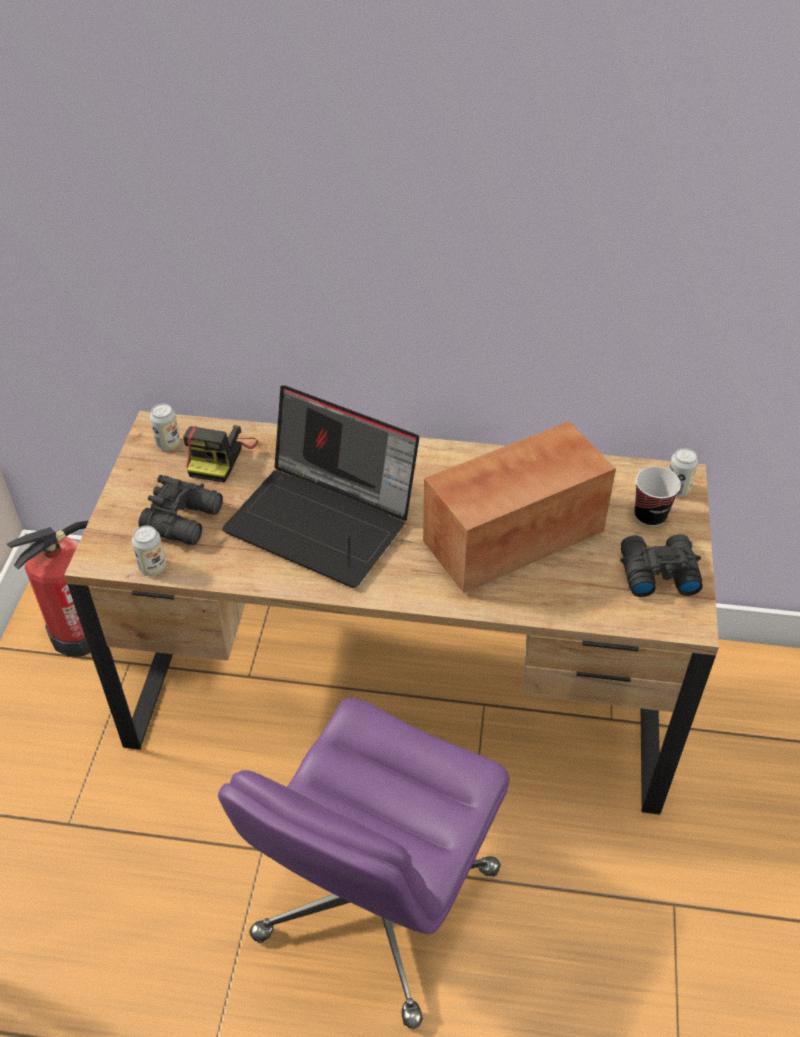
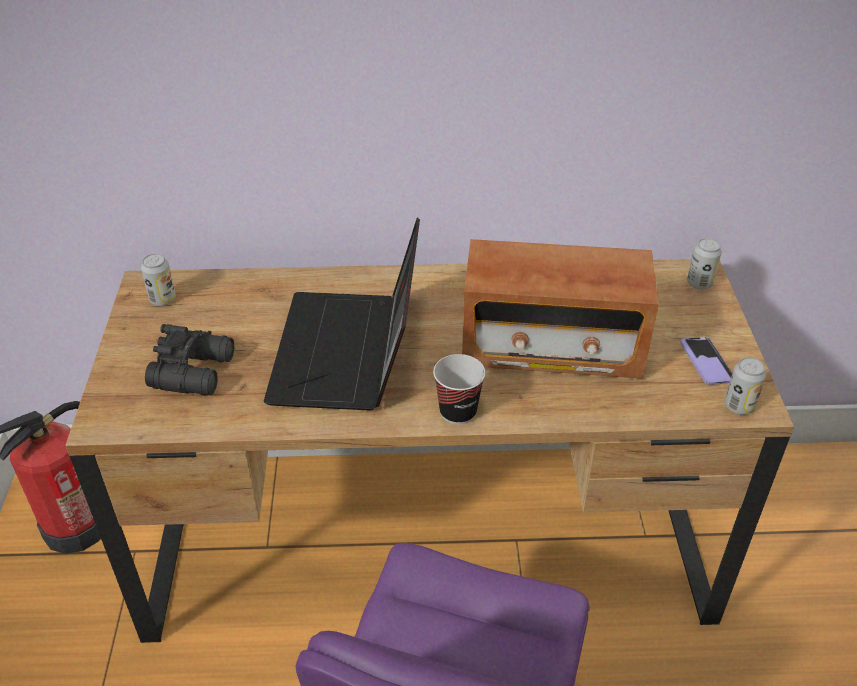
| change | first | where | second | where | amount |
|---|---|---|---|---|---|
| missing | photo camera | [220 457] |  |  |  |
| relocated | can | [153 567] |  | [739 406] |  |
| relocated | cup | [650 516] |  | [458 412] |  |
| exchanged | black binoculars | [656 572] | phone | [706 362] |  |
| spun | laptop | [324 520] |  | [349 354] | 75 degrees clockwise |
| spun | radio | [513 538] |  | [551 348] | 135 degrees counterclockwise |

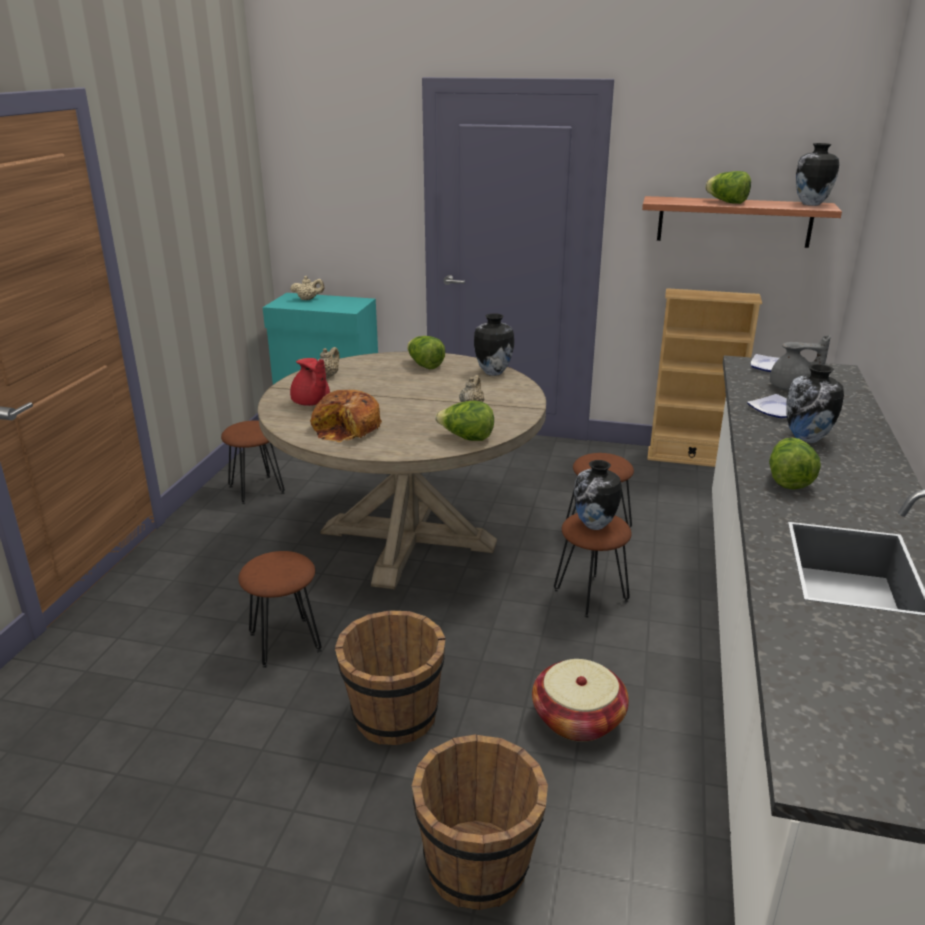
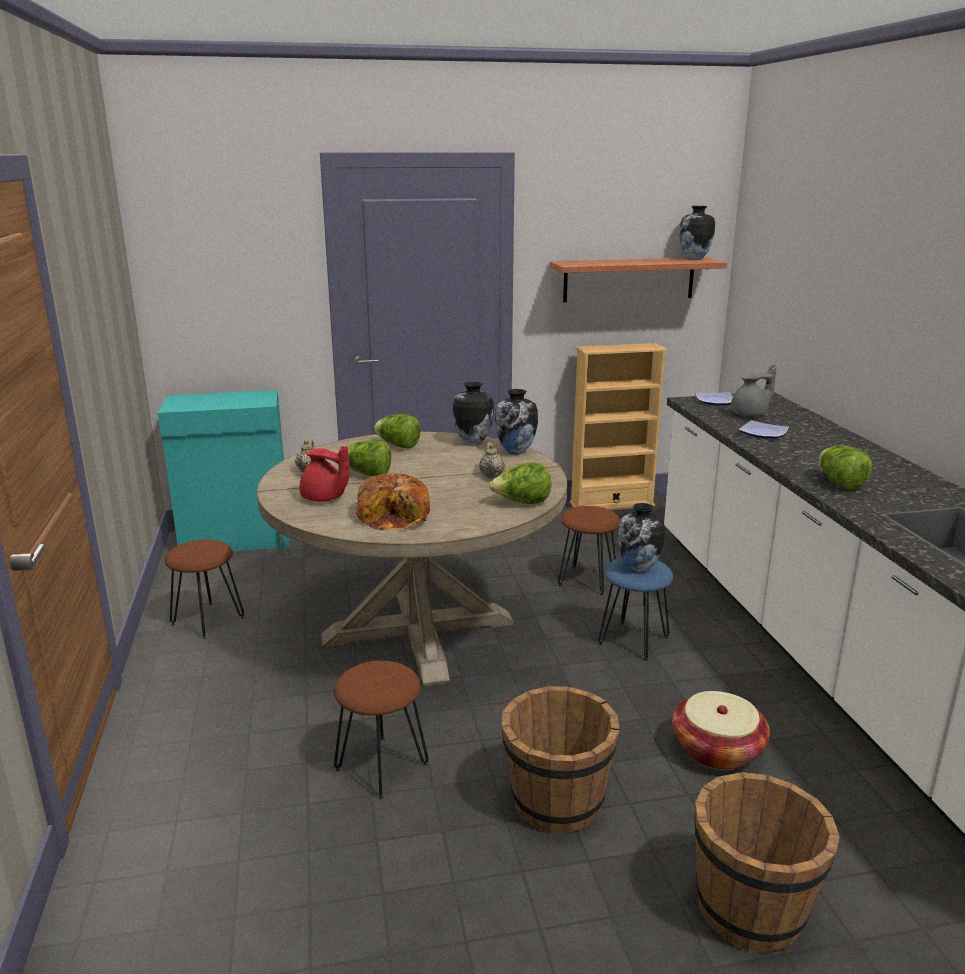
| change | first | where | second | where | amount |
|---|---|---|---|---|---|
| missing | beige teapot | [308 299] |  |  |  |
| relocated | lettuce | [727 202] |  | [367 474] |  |
| relocated | vase | [806 439] |  | [516 451] |  |
| colour | brown stool | [591 596] | blue stool | [634 641] |  |

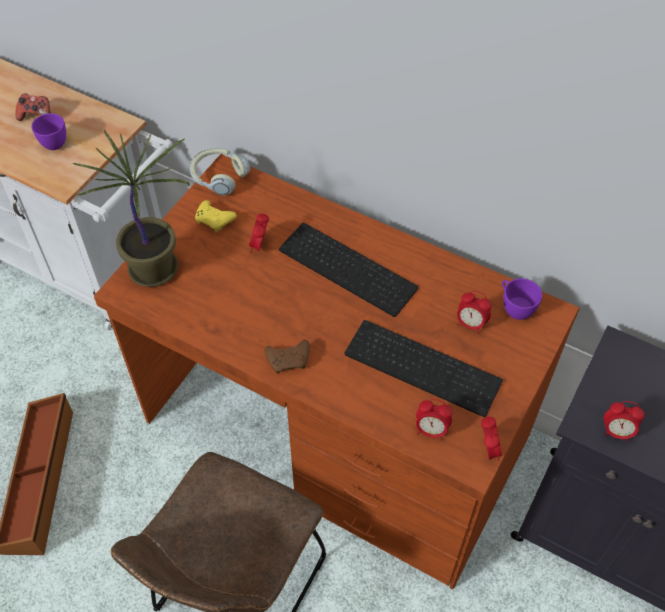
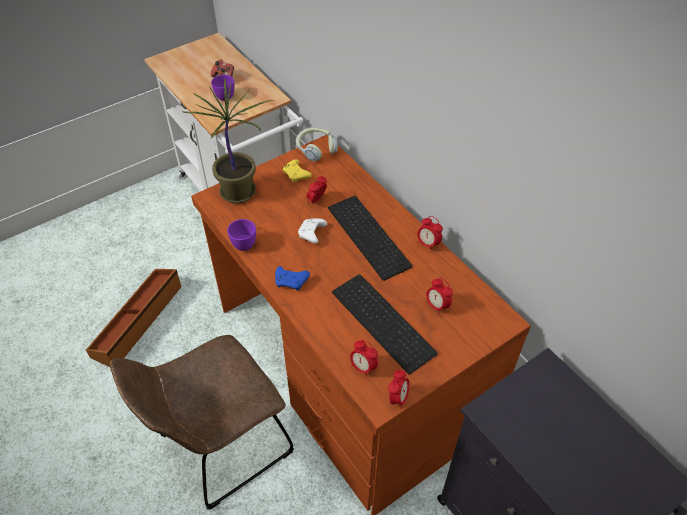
| change | first | where | second | where | amount |
|---|---|---|---|---|---|
| appeared |  |  | white game controller | [312 234] |  |
| relocated | purple cup | [514 308] |  | [244 242] |  |
| relocated | alarm clock | [616 432] |  | [428 244] |  |
| colour | brown game controller | [289 360] | blue game controller | [291 281] |  |

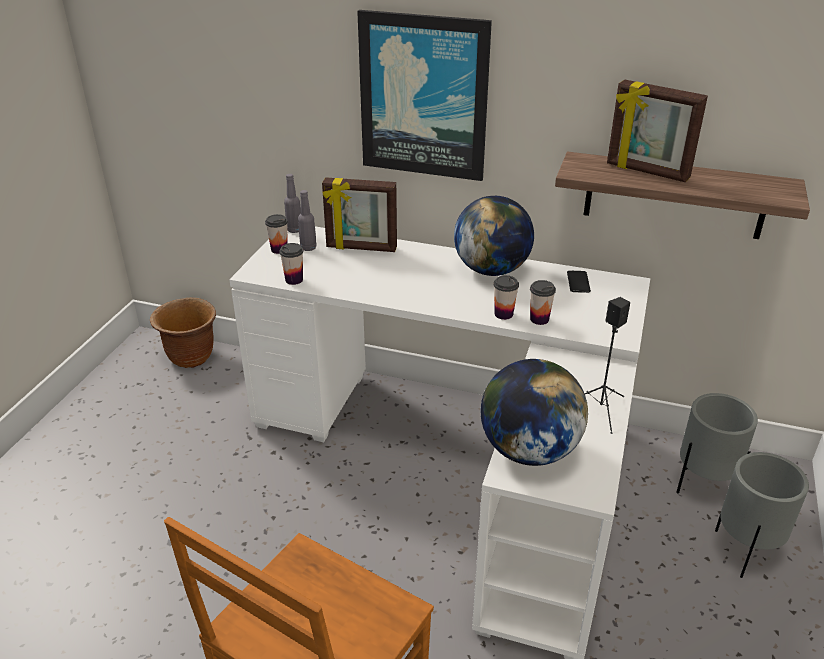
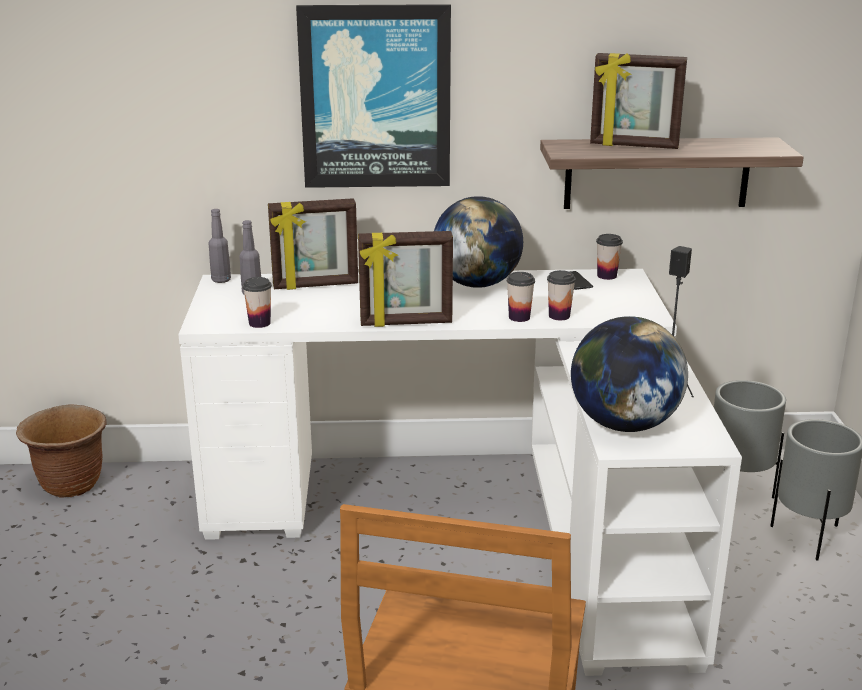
| change | first | where | second | where | amount |
|---|---|---|---|---|---|
| appeared |  |  | picture frame | [406 323] |  |
| relocated | cup | [279 249] |  | [607 276] |  |

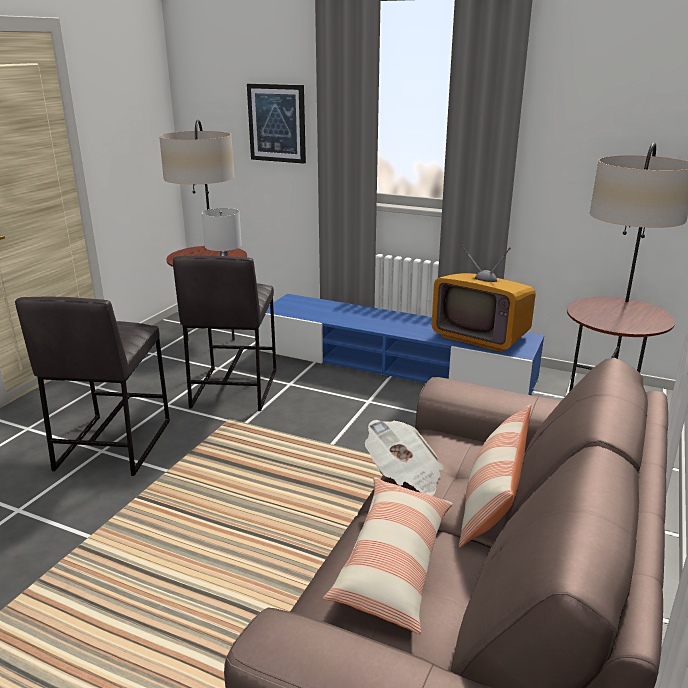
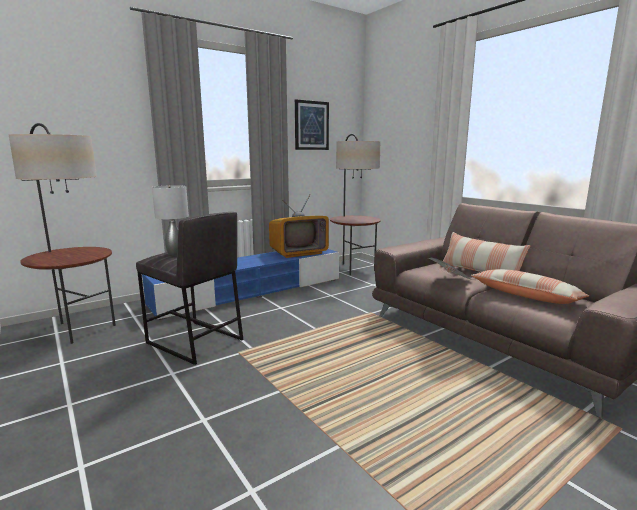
| change | first | where | second | where | amount |
|---|---|---|---|---|---|
| missing | grey stool | [112 445] |  |  |  |
| relocated | picture | [277 123] |  | [311 125] |  |

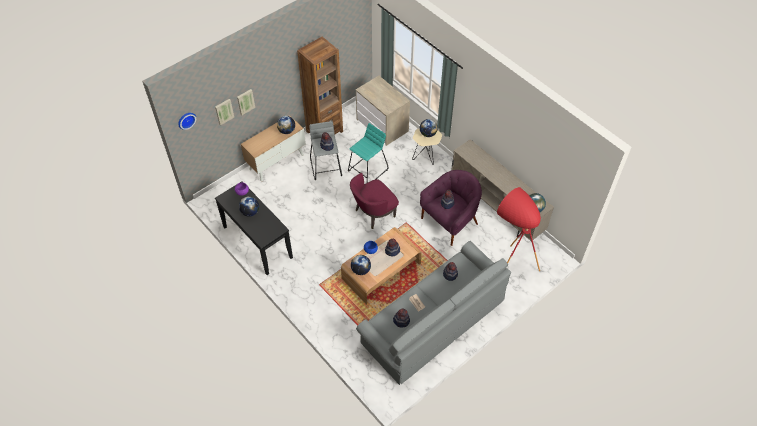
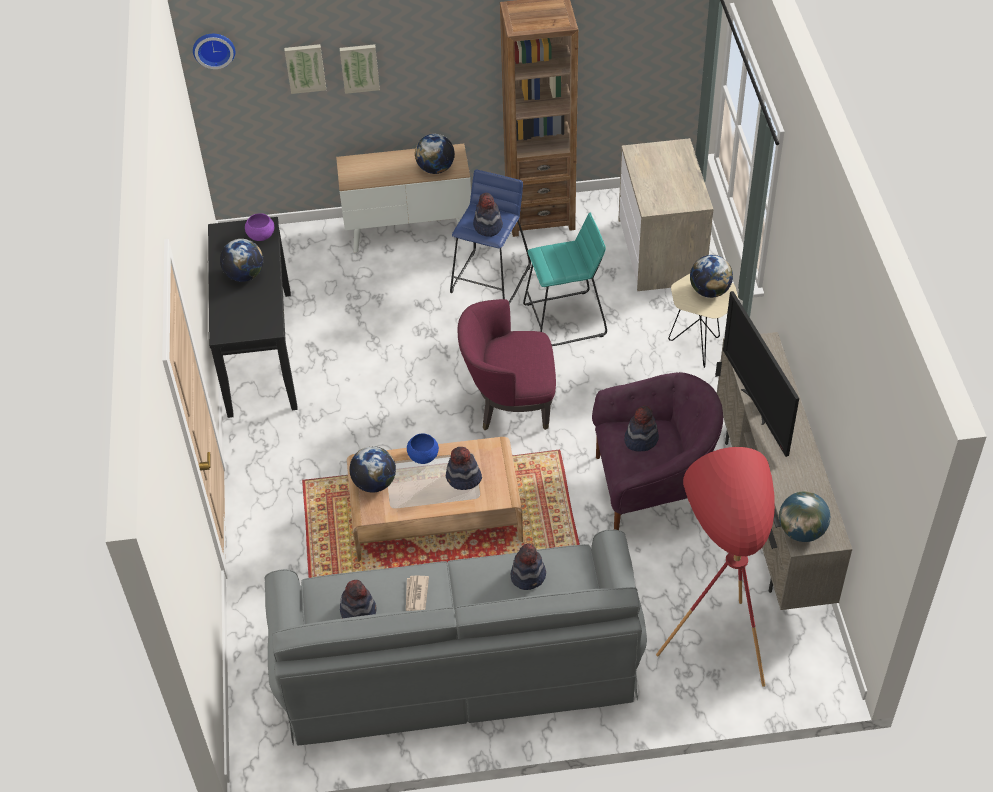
| change | first | where | second | where | amount |
|---|---|---|---|---|---|
| appeared |  |  | television | [756 406] |  |
| colour | grey stool | [326 167] | blue stool | [490 279] |  |

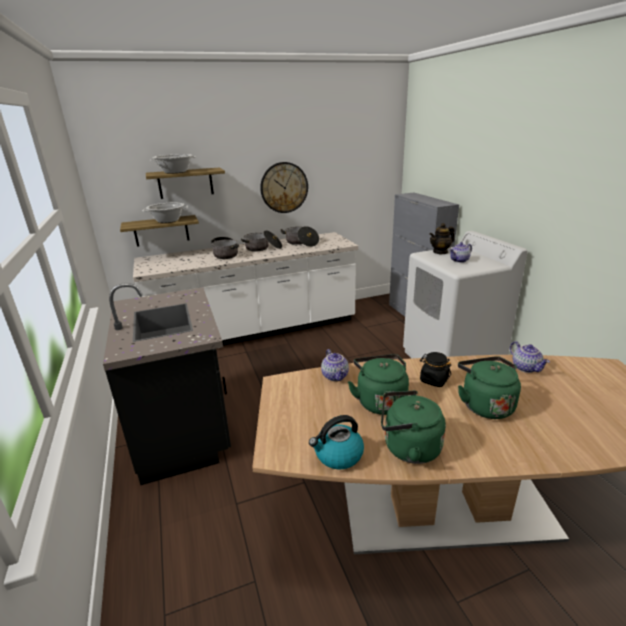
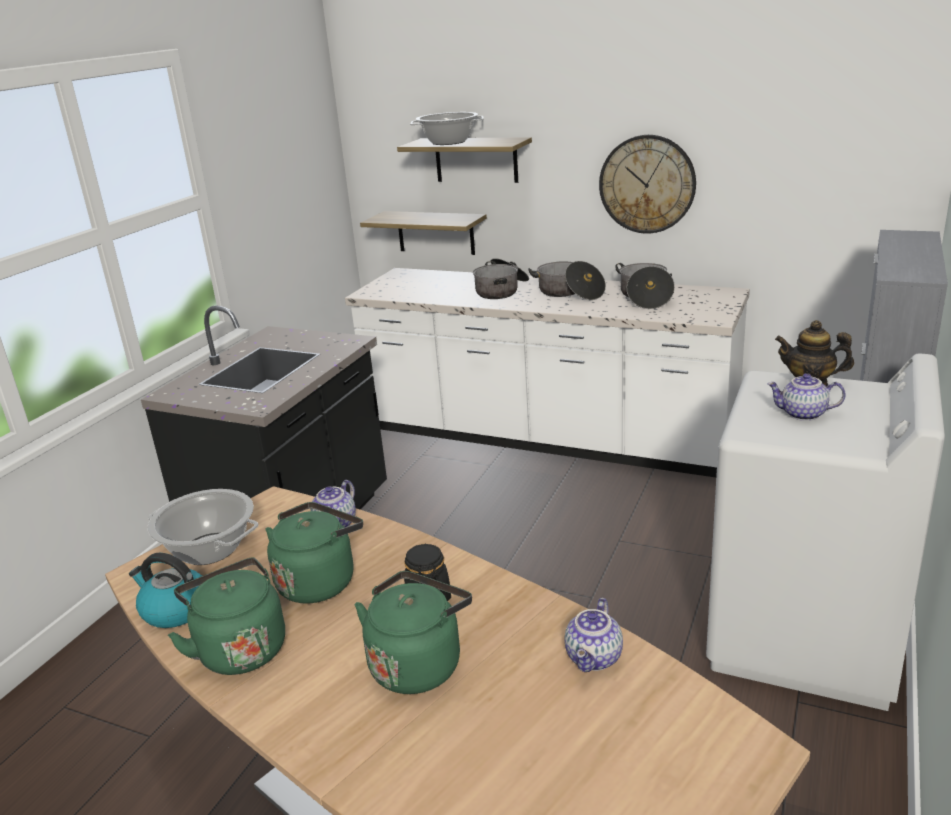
| change | first | where | second | where | amount |
|---|---|---|---|---|---|
| relocated | cooking pot | [167 220] |  | [208 549] |  |

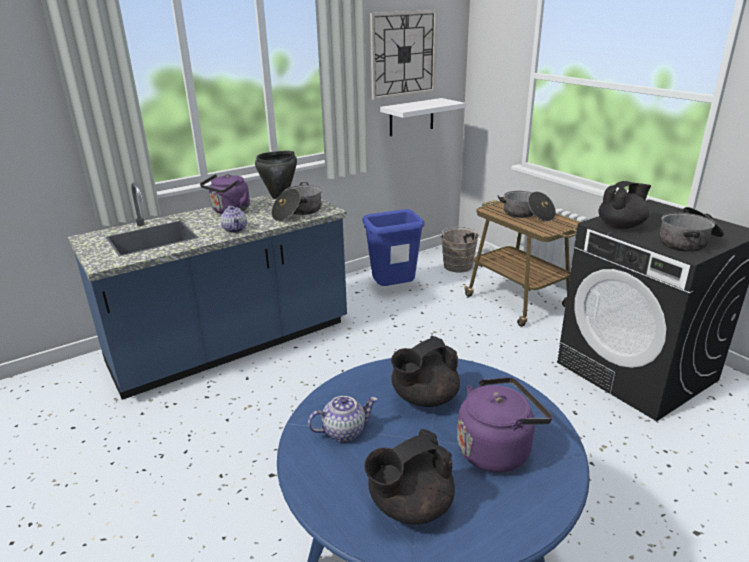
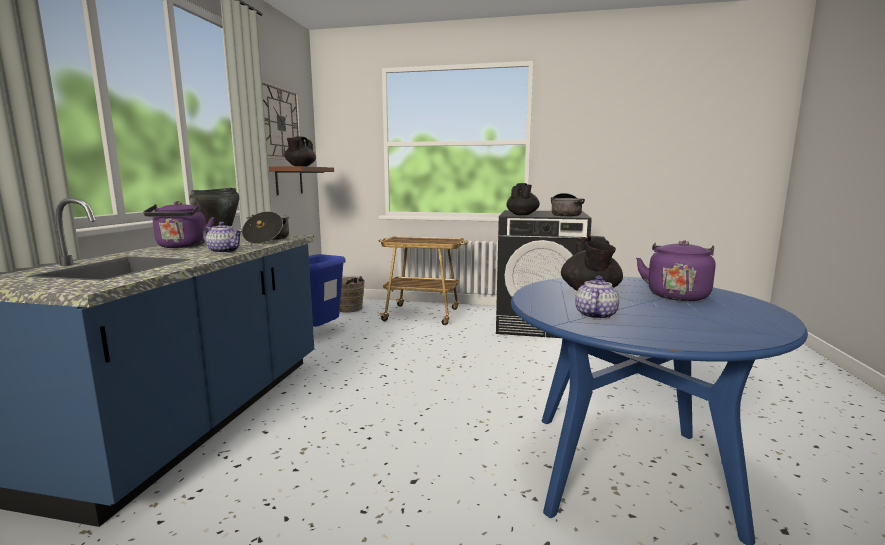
| change | first | where | second | where | amount |
|---|---|---|---|---|---|
| missing | cooking pot | [526 215] |  |  |  |
| relocated | black teapot | [409 505] |  | [300 166] |  |
| colour | white shelf | [411 117] | brown shelf | [289 180] |  |

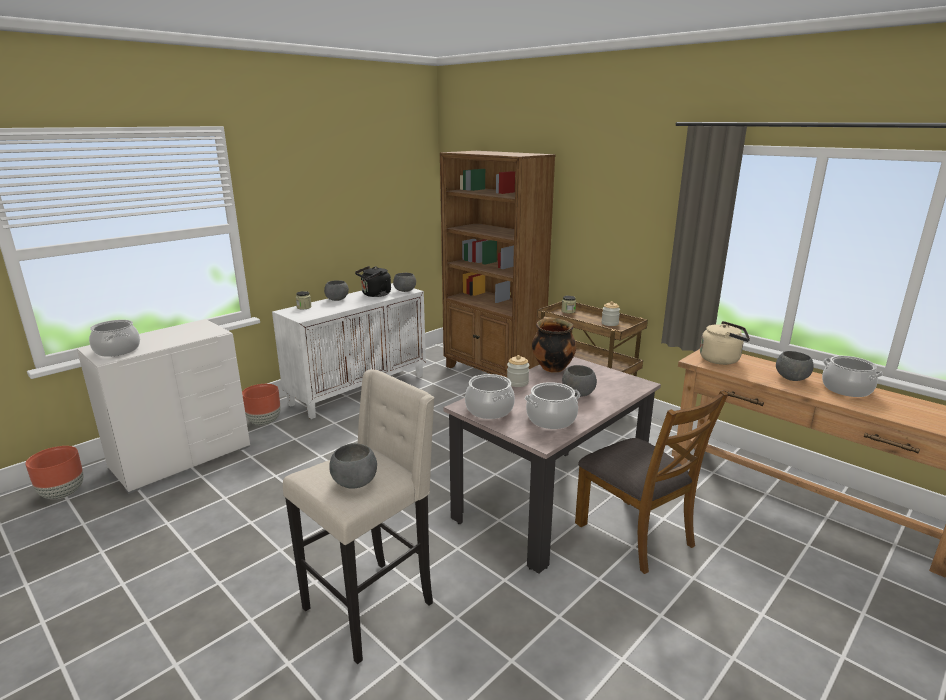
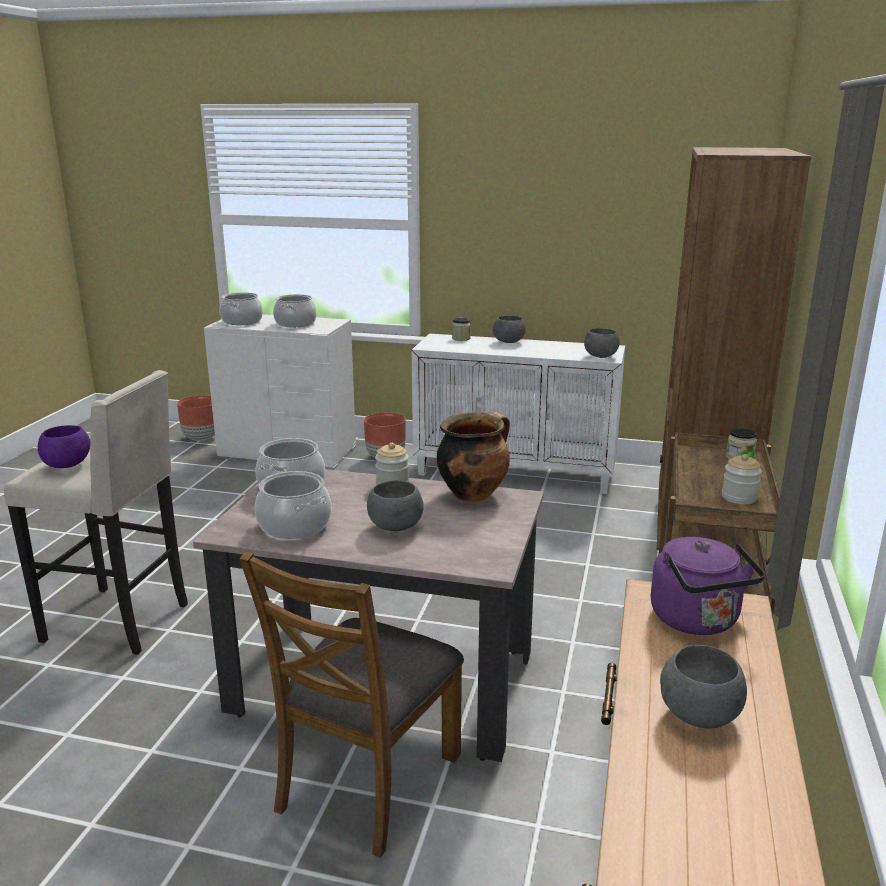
| change | first | where | second | where | amount |
|---|---|---|---|---|---|
| missing | black kettle | [375 295] |  |  |  |
| relocated | cooking pot | [846 389] |  | [295 323] |  |
| colour | grey bowl | [355 482] | purple bowl | [68 465] |  |
| colour | beige kettle | [722 360] | purple kettle | [698 621] |  |

